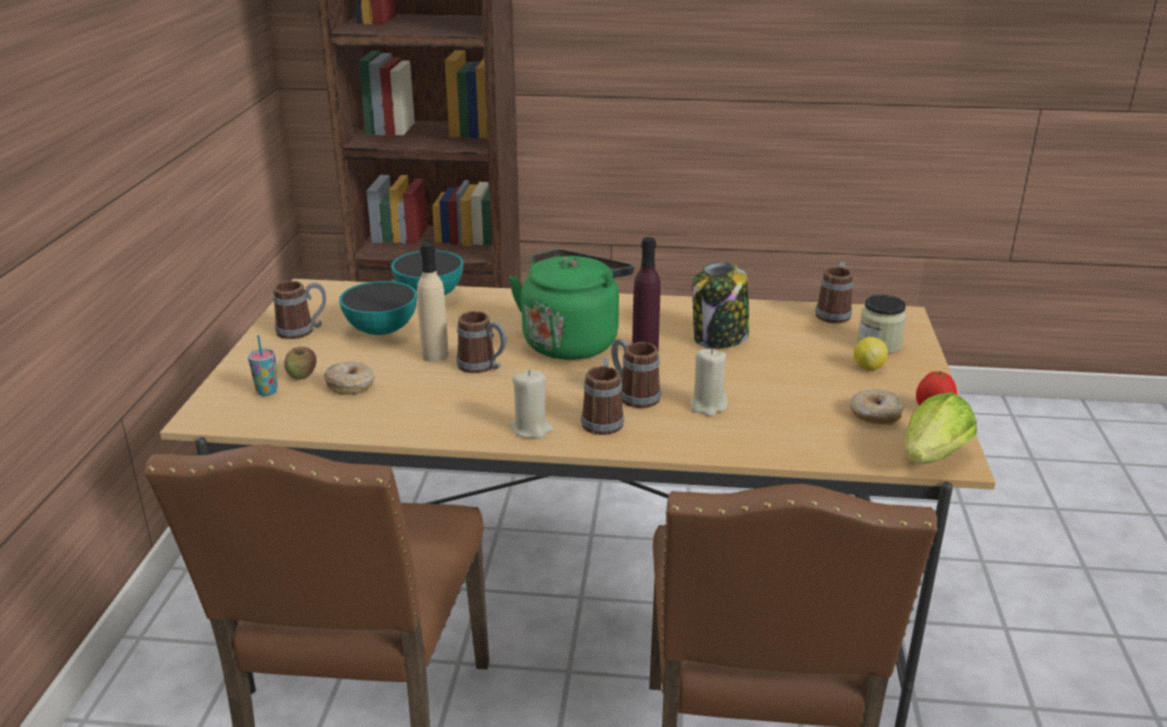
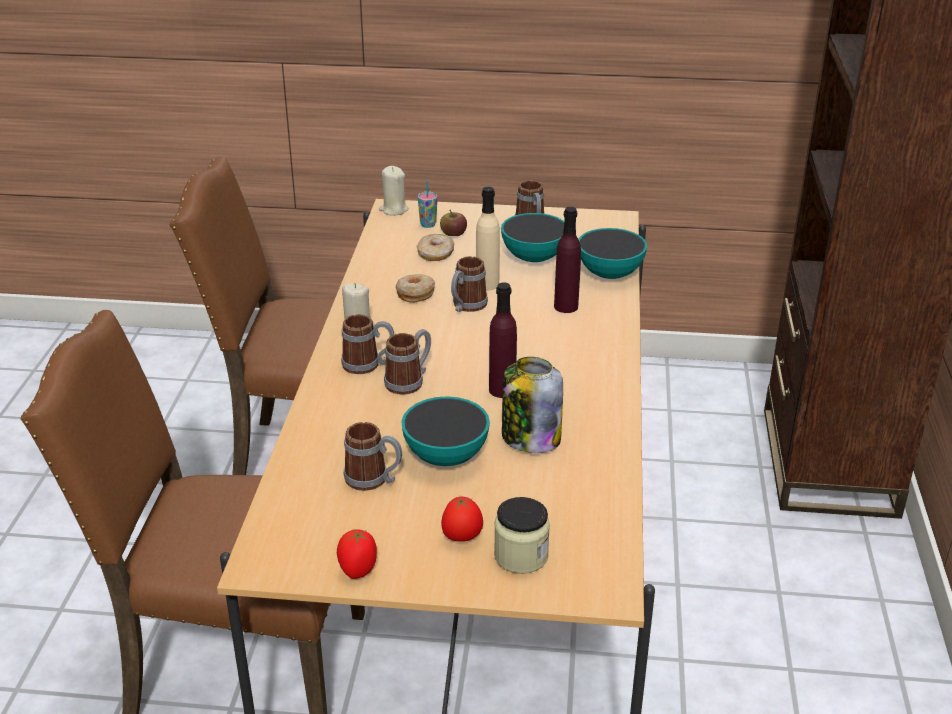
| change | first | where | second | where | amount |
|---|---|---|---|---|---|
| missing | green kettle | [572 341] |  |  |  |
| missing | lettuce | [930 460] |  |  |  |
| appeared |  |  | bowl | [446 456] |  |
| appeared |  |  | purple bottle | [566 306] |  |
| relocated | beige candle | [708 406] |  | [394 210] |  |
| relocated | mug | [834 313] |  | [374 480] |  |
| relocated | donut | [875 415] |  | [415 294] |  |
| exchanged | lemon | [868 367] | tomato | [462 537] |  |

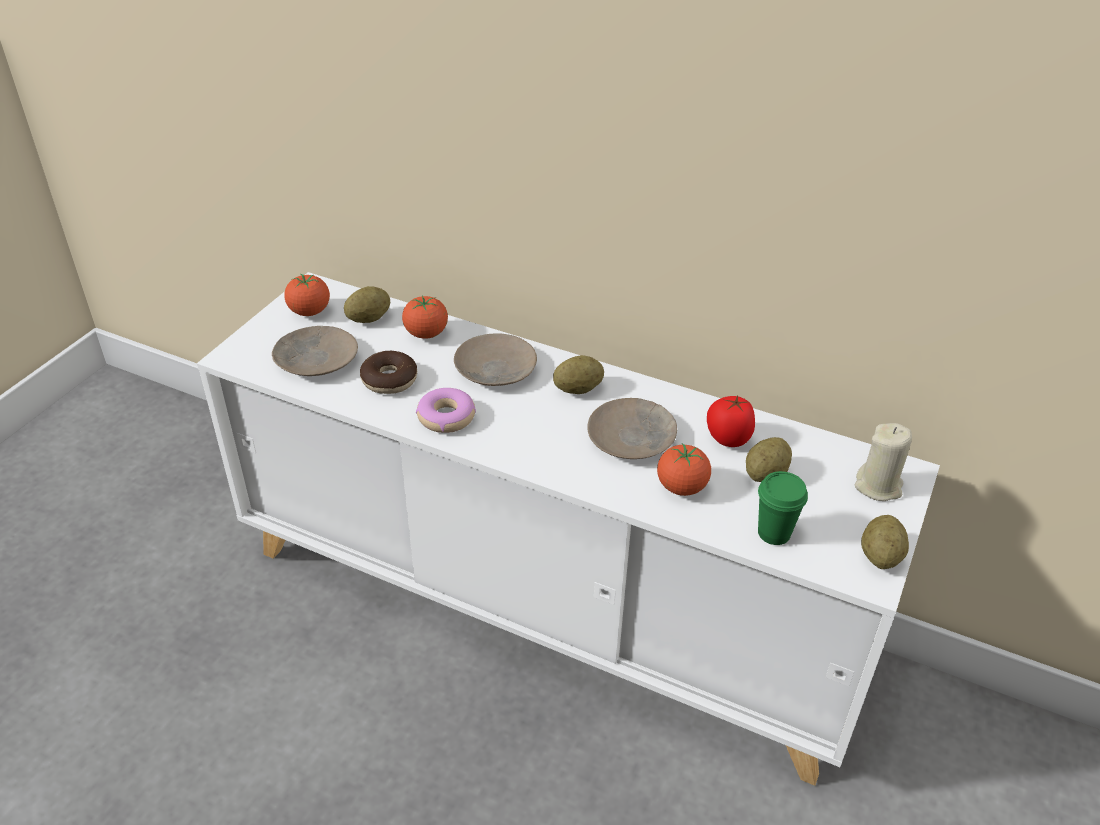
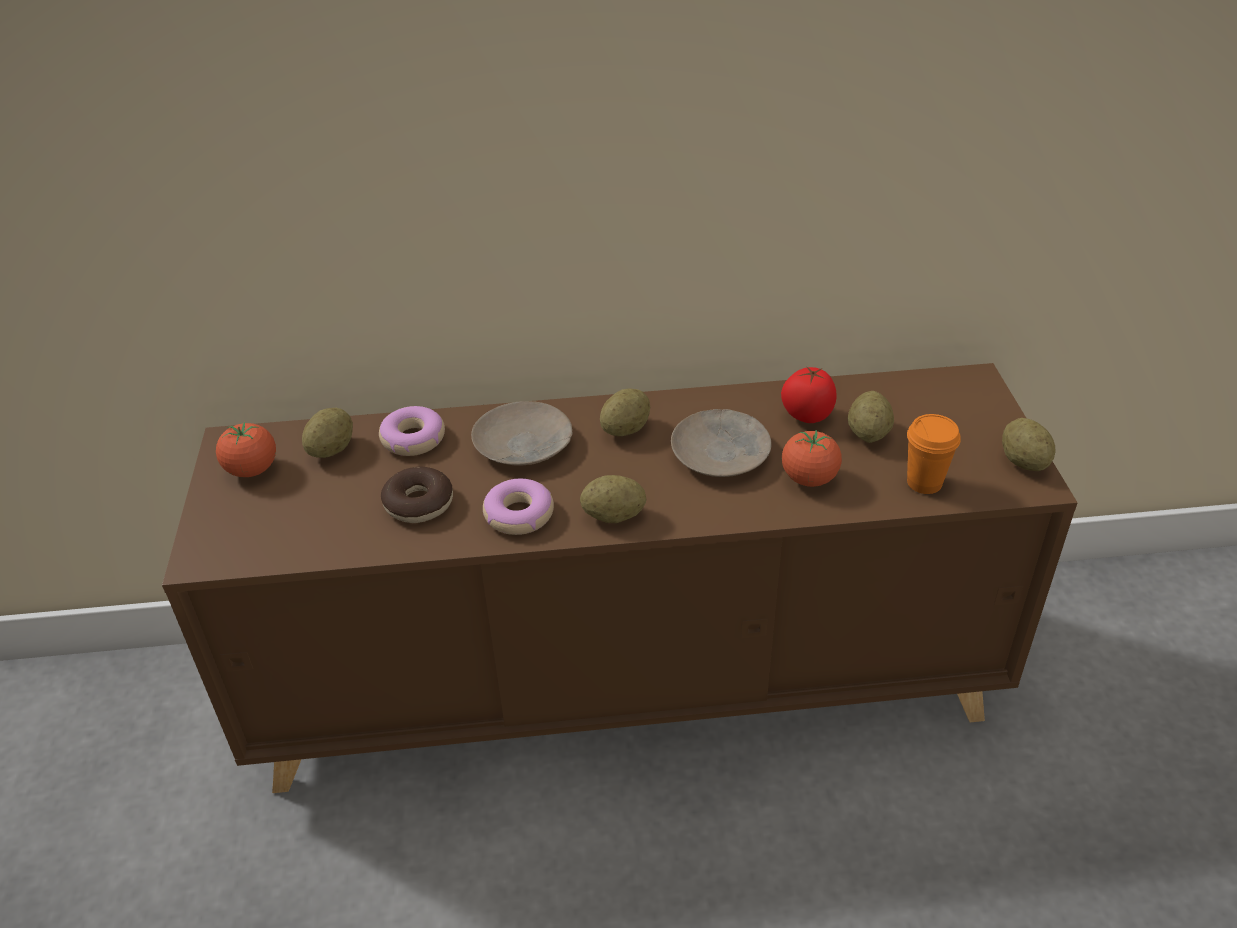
| change | first | where | second | where | amount |
|---|---|---|---|---|---|
| missing | beige plate | [315 360] |  |  |  |
| missing | beige candle | [878 486] |  |  |  |
| appeared |  |  | potato | [613 516] |  |
| exchanged | tomato | [426 334] | donut | [413 439] |  |
| colour | white cabinet | [548 606] | brown cabinet | [628 685] |  |
| colour | green cup | [774 533] | orange cup | [924 482] |  |

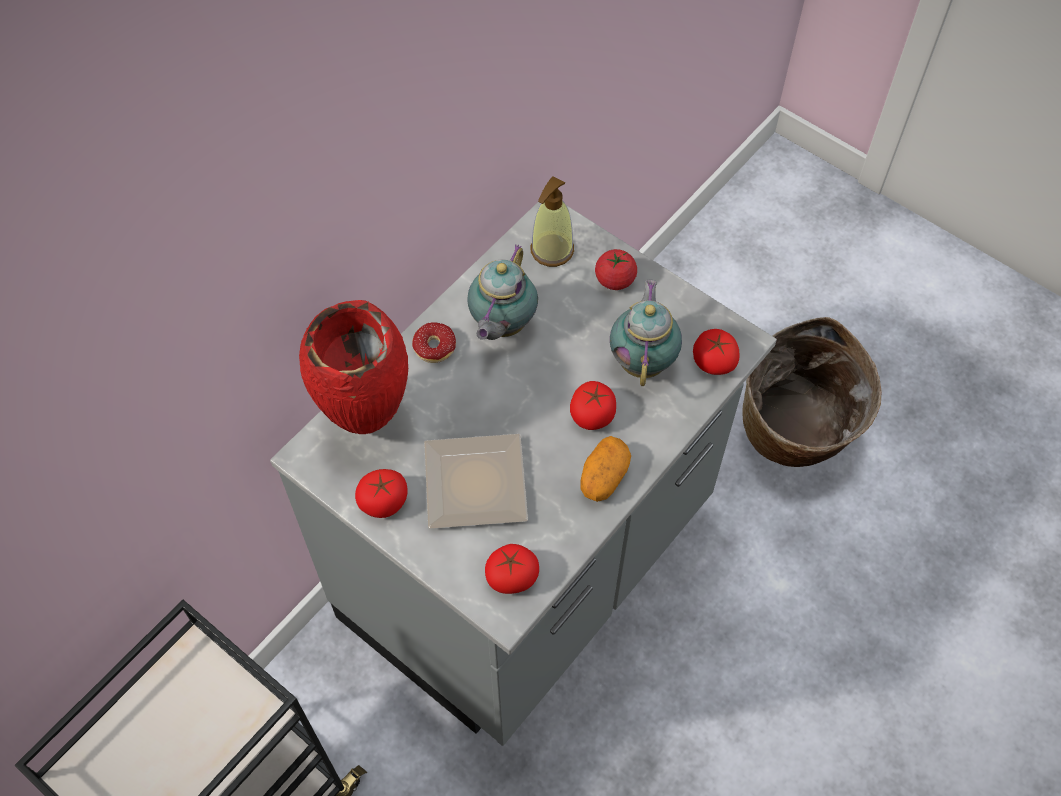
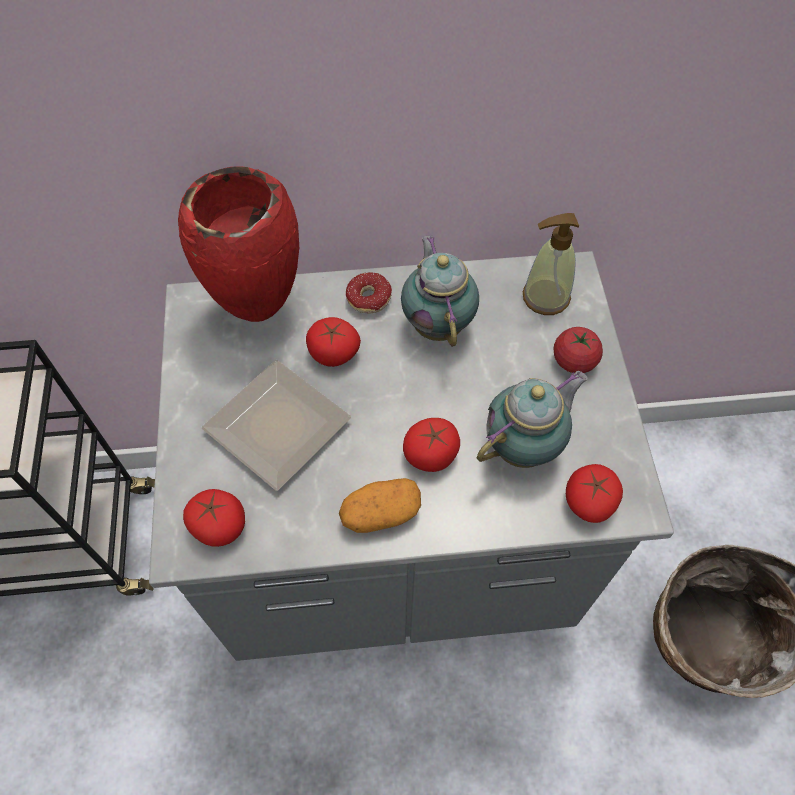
| change | first | where | second | where | amount |
|---|---|---|---|---|---|
| relocated | tomato | [383 501] |  | [334 352] |  |
| spun | teapot | [501 326] |  | [437 323] | 105 degrees clockwise |

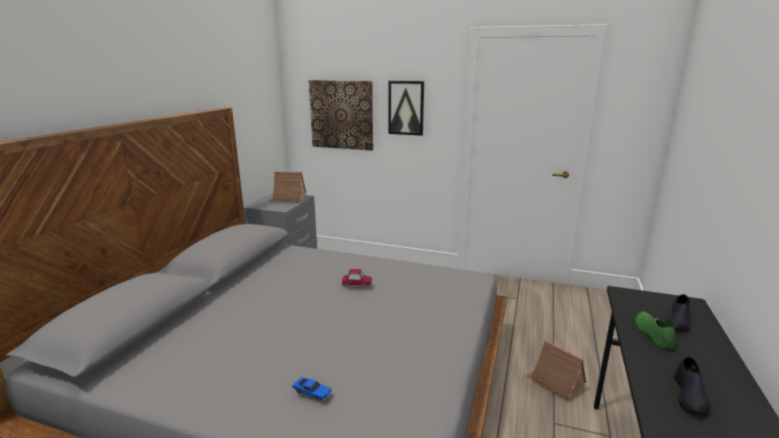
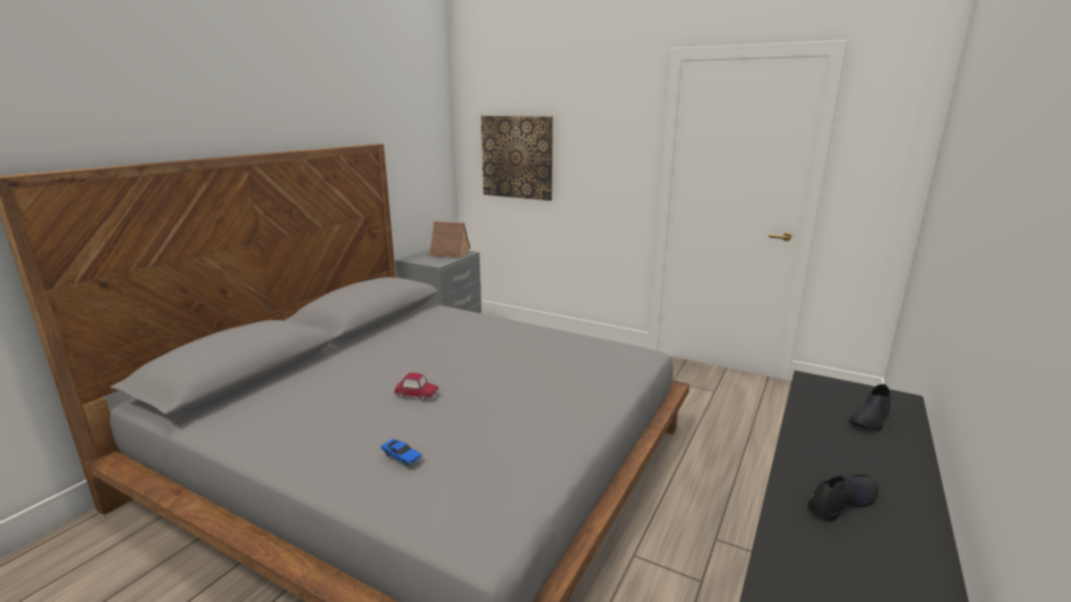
| change | first | where | second | where | amount |
|---|---|---|---|---|---|
| missing | picture | [406 108] |  |  |  |
| missing | toy house | [555 382] |  |  |  |
| missing | green shoe | [653 334] |  |  |  |
| relocated | toy car | [356 284] |  | [417 394] |  |
| spun | black shoe | [690 395] |  | [841 502] | 150 degrees counterclockwise |

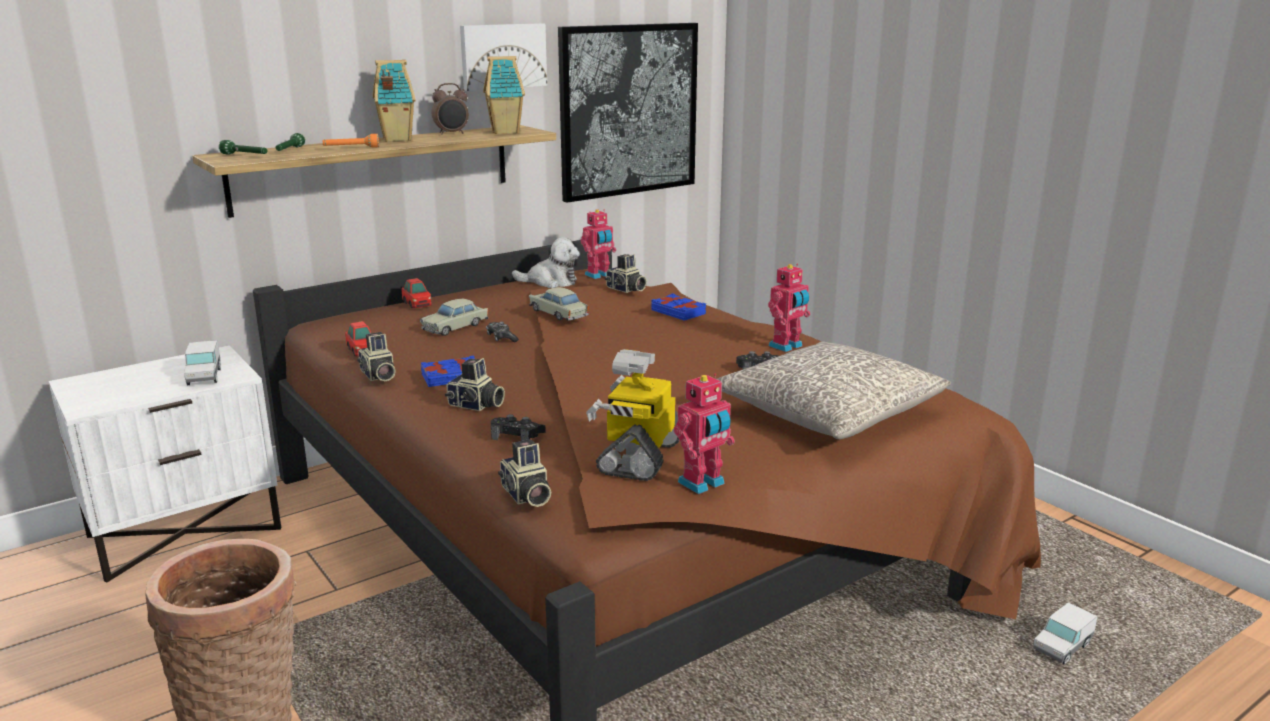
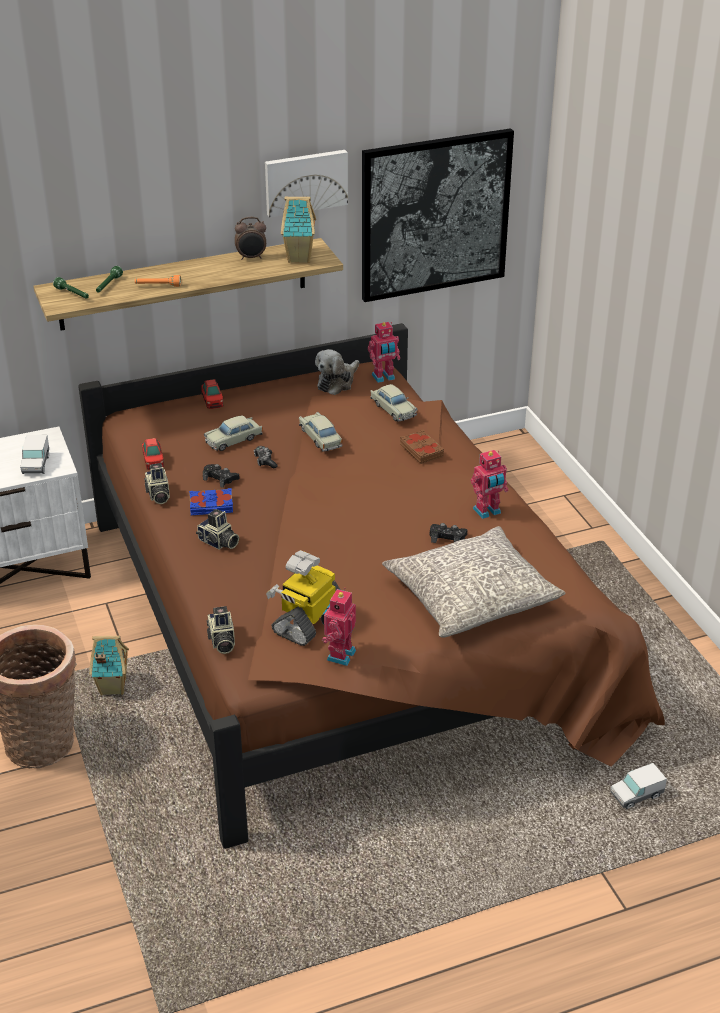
| change | first | where | second | where | amount |
|---|---|---|---|---|---|
| relocated | toy house | [396 139] |  | [112 688] |  |
| relocated | black game controller | [517 435] |  | [220 478] |  |
| exchanged | photo camera | [626 289] | beige toy car | [393 409] |  |
| colour | blue book | [678 312] | brown book | [422 450] |  |
| spun | plush toy | [551 282] |  | [337 382] | 105 degrees clockwise |
| spun | toy robot | [703 484] |  | [339 654] | 135 degrees clockwise |

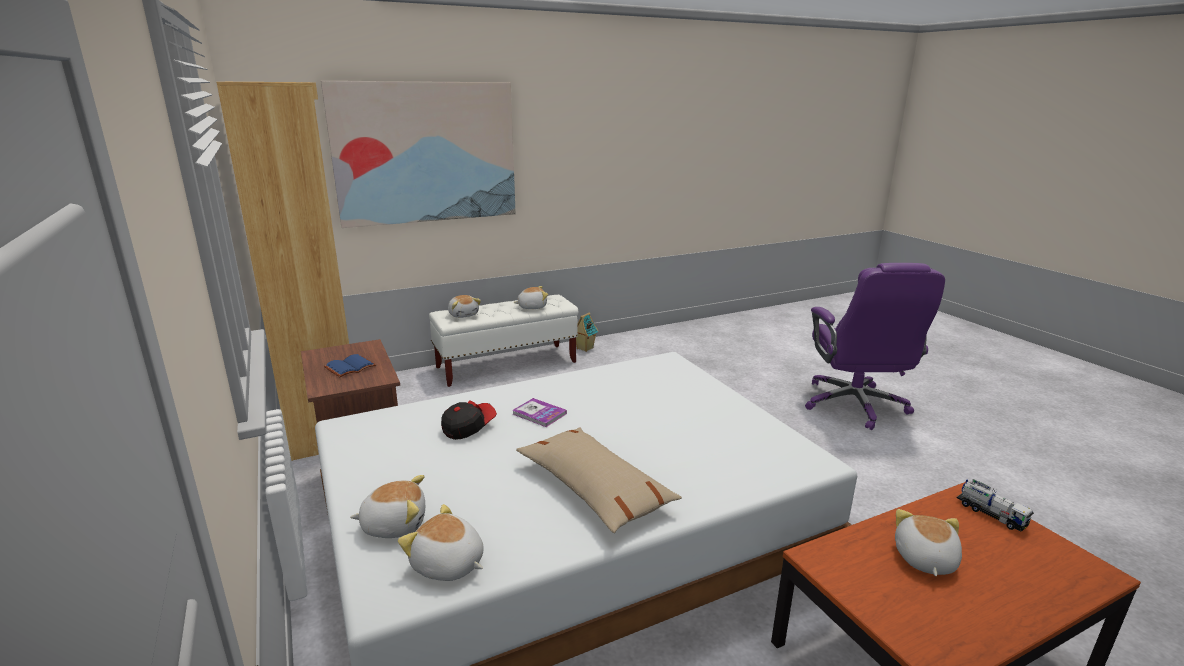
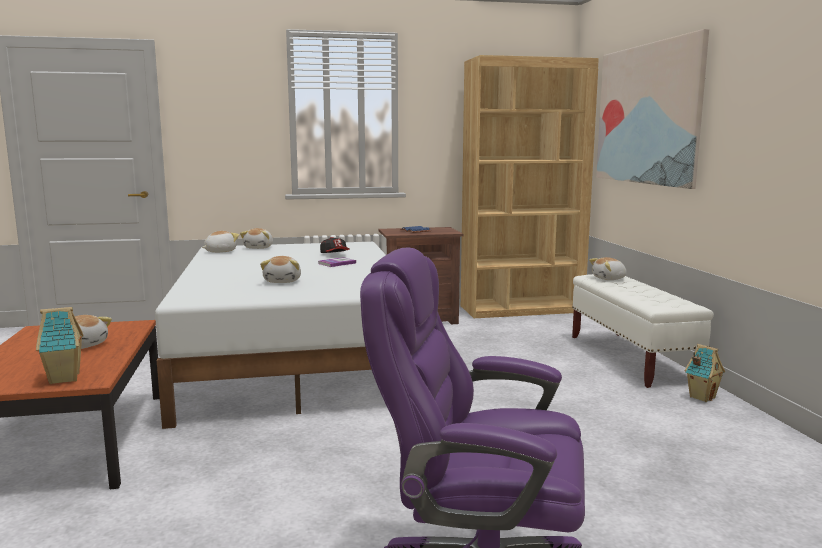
| change | first | where | second | where | amount |
|---|---|---|---|---|---|
| missing | beige pillow | [594 489] |  |  |  |
| relocated | plush toy | [532 307] |  | [283 281] |  |
| exchanged | toy truck | [991 514] | toy house | [65 379] |  |

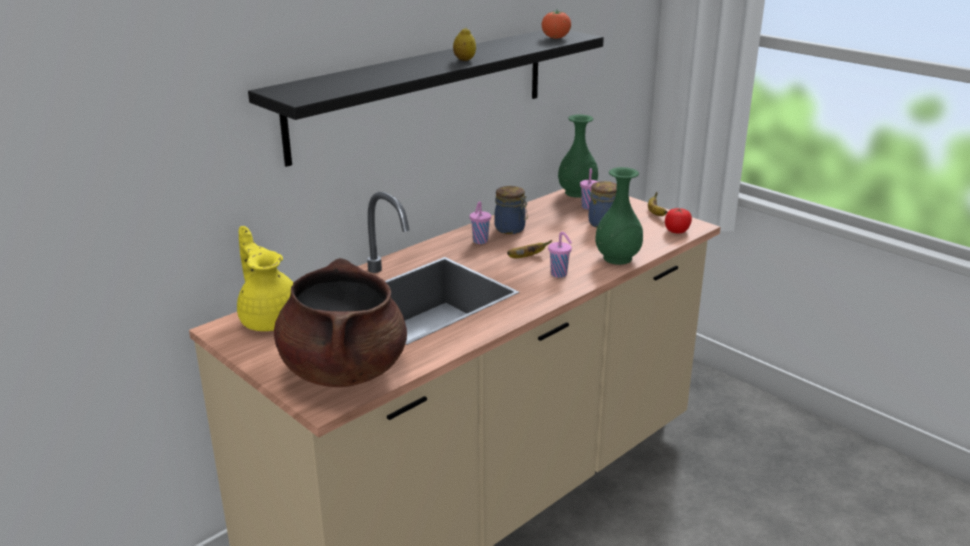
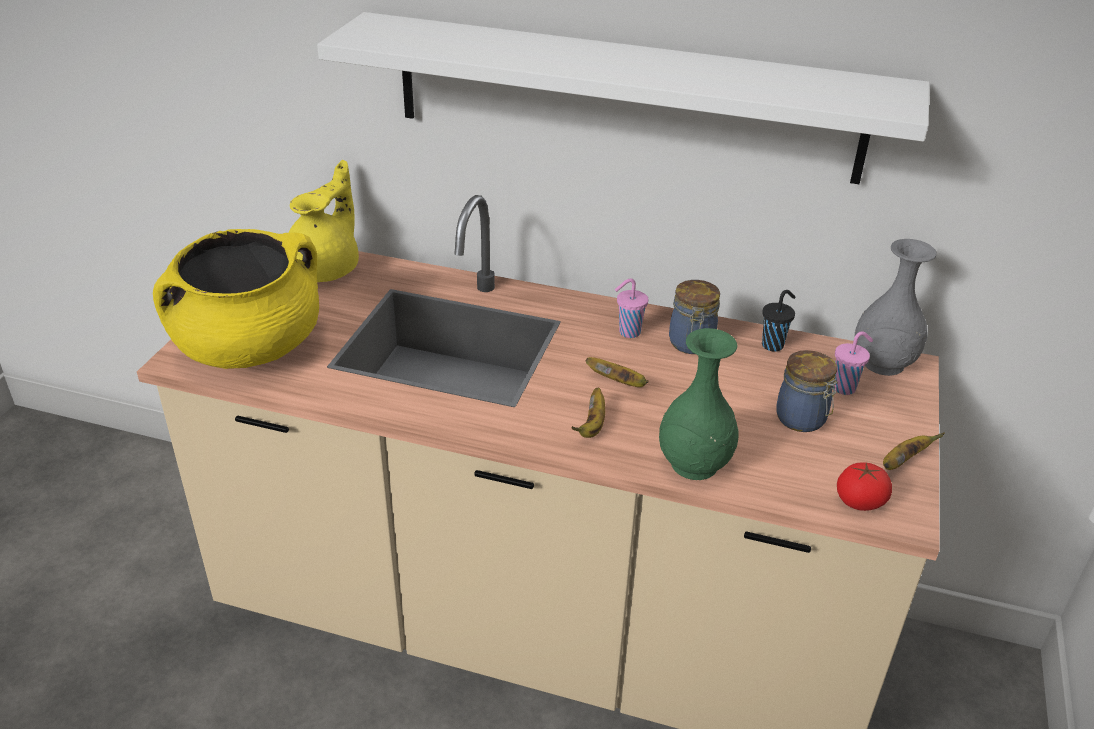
| change | first | where | second | where | amount |
|---|---|---|---|---|---|
| missing | lemon | [464 60] |  |  |  |
| missing | tomato | [555 38] |  |  |  |
| appeared |  |  | black cup | [773 345] |  |
| exchanged | pink cup | [559 274] | banana | [592 425] |  |
| colour | black shelf | [423 91] | white shelf | [624 97] |  |
| colour | brown cooking pot | [344 370] | yellow cooking pot | [250 347] |  |
| colour | green vase | [577 193] | grey vase | [882 364] |  |

